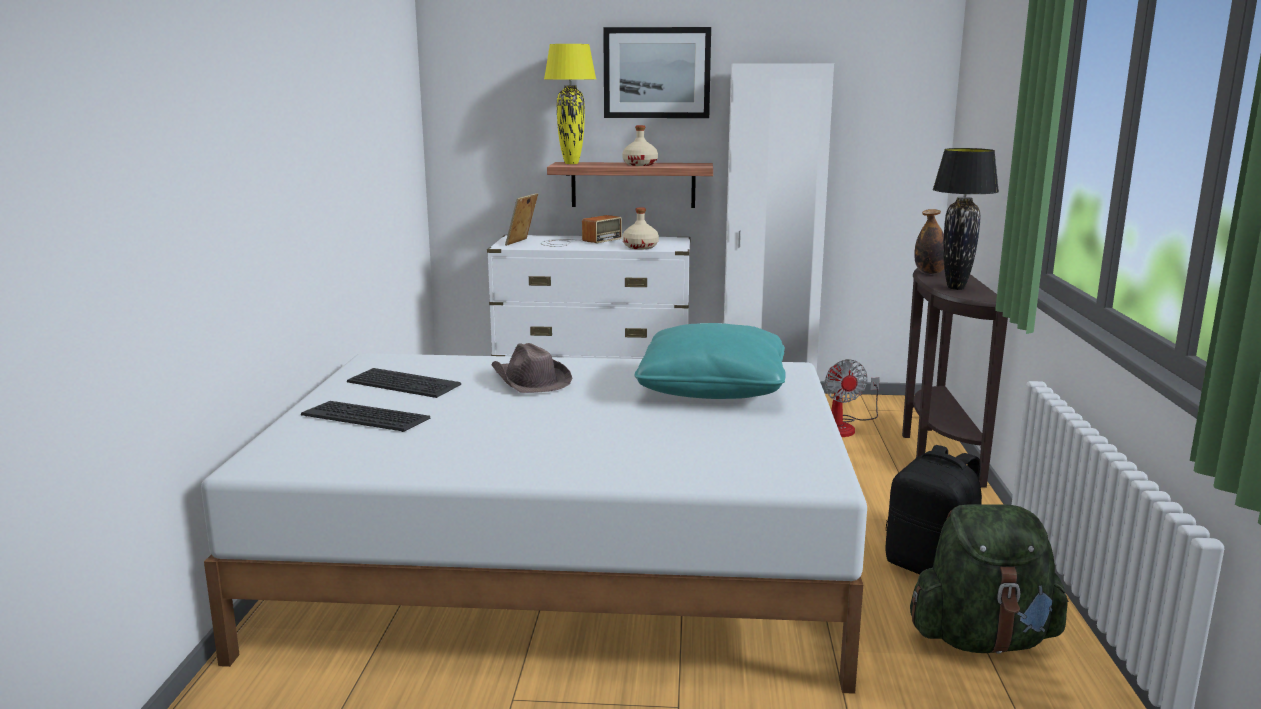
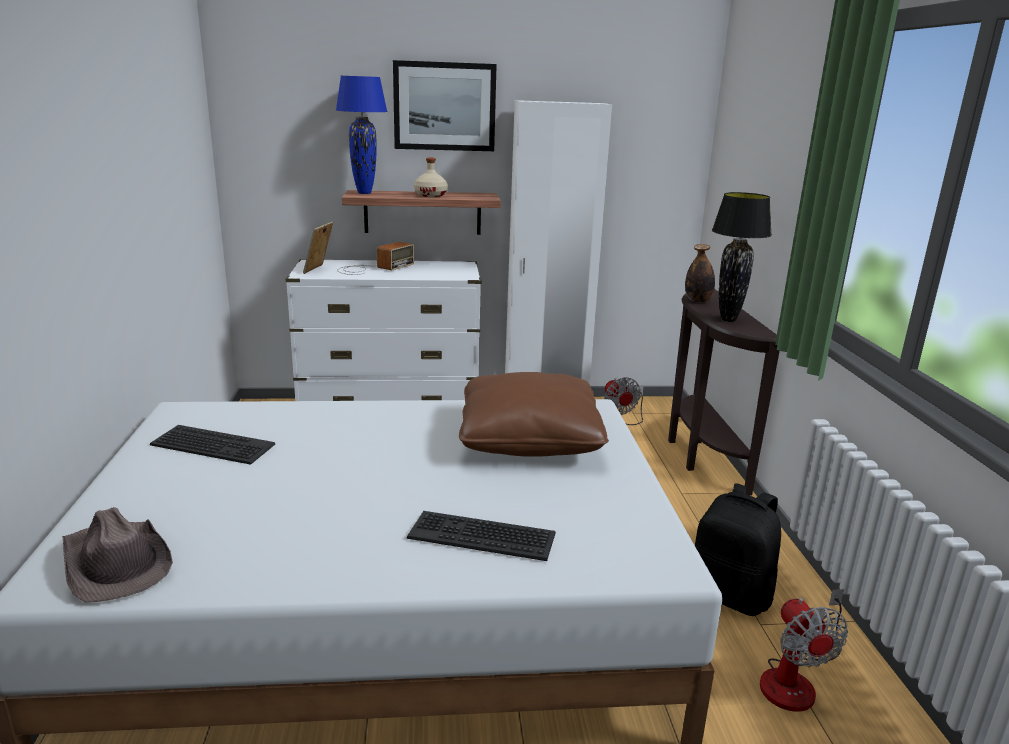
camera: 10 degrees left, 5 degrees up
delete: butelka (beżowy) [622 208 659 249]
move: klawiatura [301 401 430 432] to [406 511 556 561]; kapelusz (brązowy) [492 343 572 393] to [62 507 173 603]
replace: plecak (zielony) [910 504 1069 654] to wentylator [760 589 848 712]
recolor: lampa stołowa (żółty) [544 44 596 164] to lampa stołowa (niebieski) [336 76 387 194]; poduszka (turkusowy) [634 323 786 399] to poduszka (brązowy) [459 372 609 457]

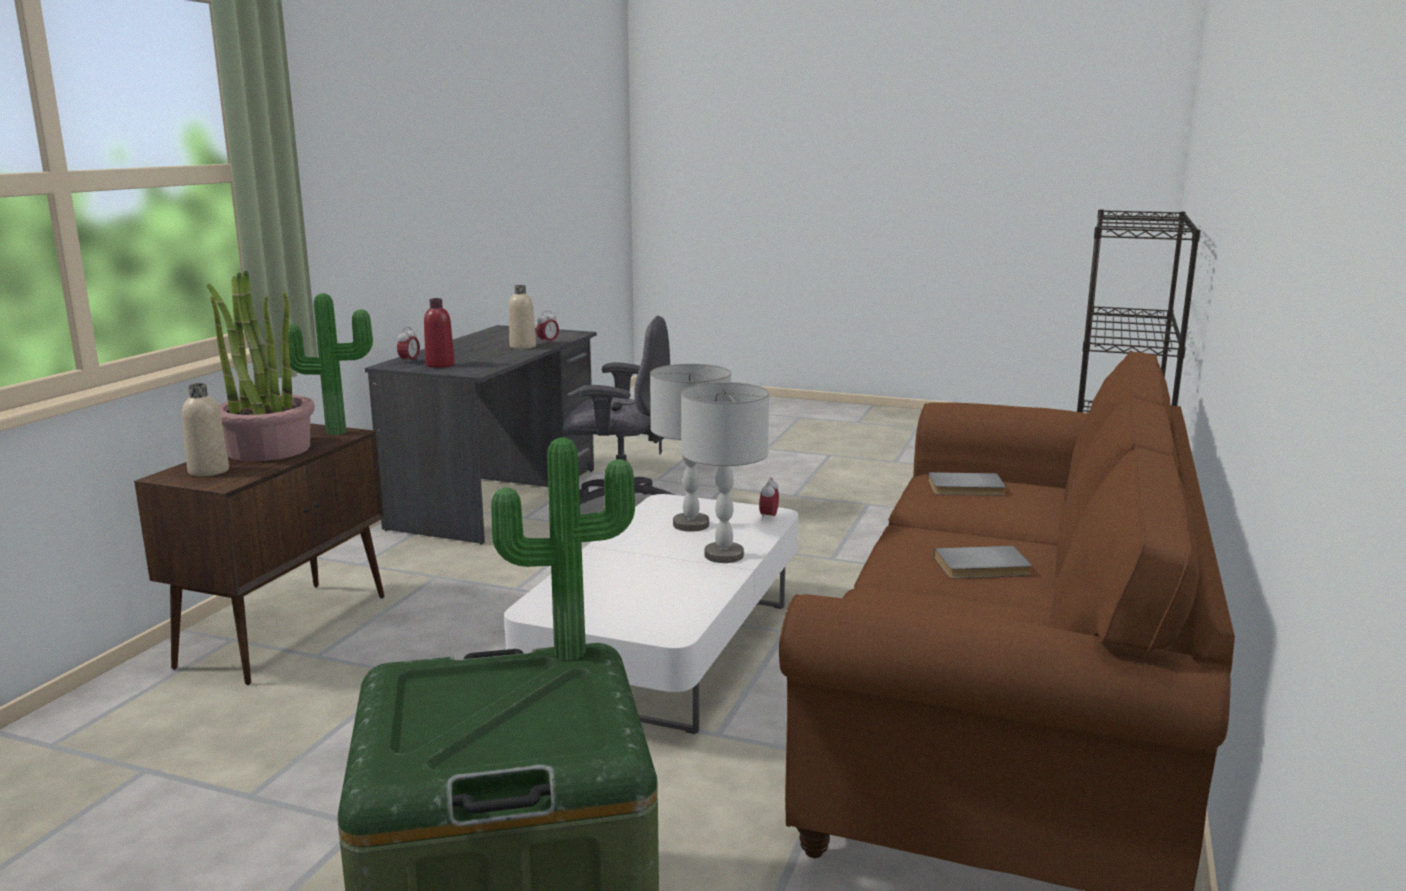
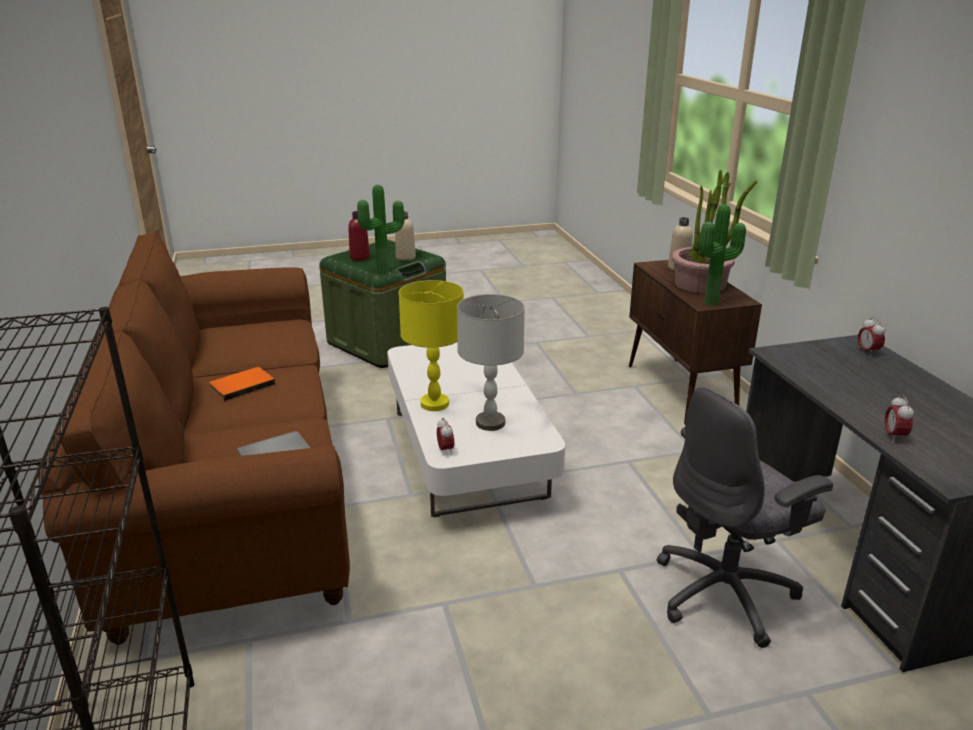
camera: 145 degrees right, 10 degrees up
move: butelka (czerwony) [424 298 455 368] to [348 211 370 261]; butelka (beżowy) [509 285 536 349] to [395 211 416 261]
recolor: lampa stołowa (szary) [681 382 769 563] to lampa stołowa (żółty) [399 280 464 411]; książka (szary) [934 546 1032 579] to książka (pomarańczowy) [209 367 275 401]

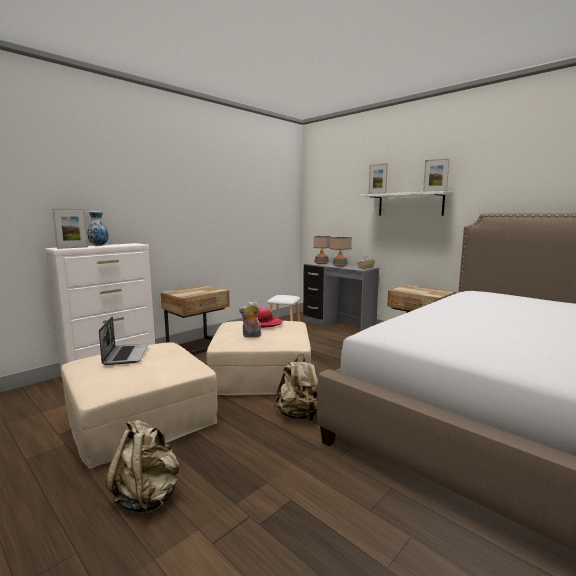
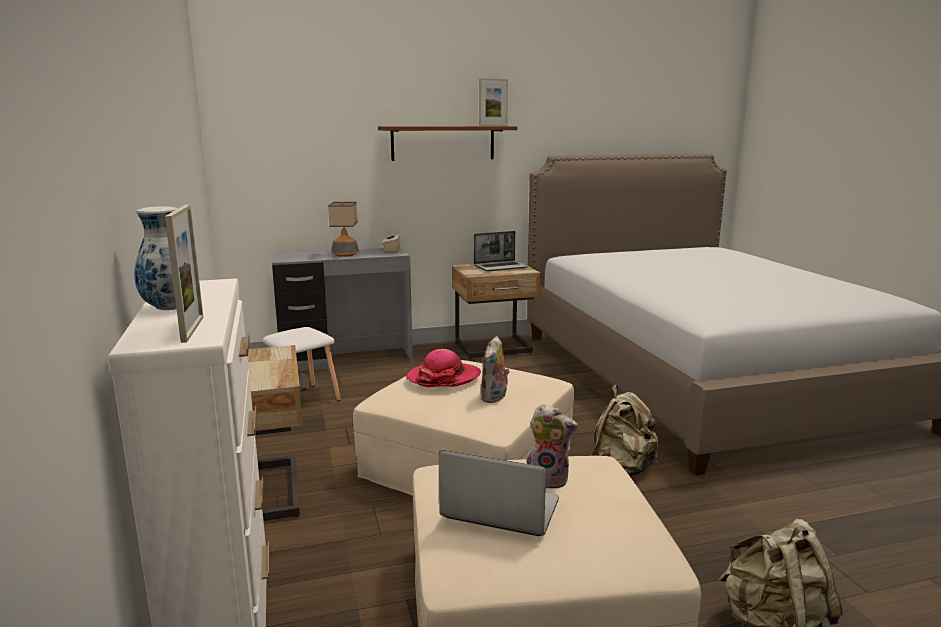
camera: 60 degrees left, 5 degrees up
delete: lampa stołowa [314 236 330 264]; ramka na zdjęcie [369 163 388 194]
insert: laptop [474 231 529 272]; pluszak [527 404 578 489]
recolor: półka (biały) [361 191 454 216] to półka (brązowy) [378 126 517 161]

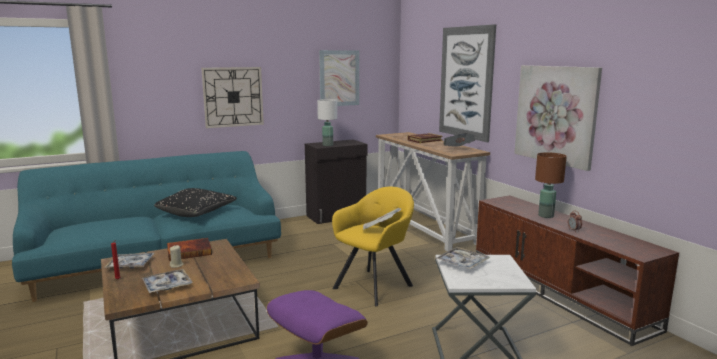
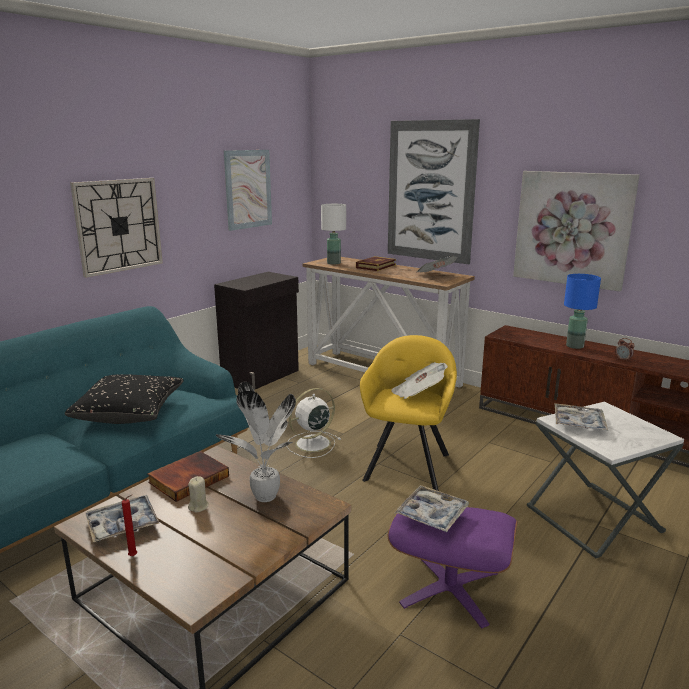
camera: 25 degrees left, 5 degrees up
insert: roślina doniczkowa [216 382 296 502]; wentylator (biały) [287 388 341 458]
move: taca [142 269 193 293] to [394 485 469 532]; lampa stołowa (biały) [317 99 337 146] to [321 204 346 265]
recolor: lampa stołowa (brązowy) [535 152 567 218] to lampa stołowa (niebieski) [564 274 601 349]

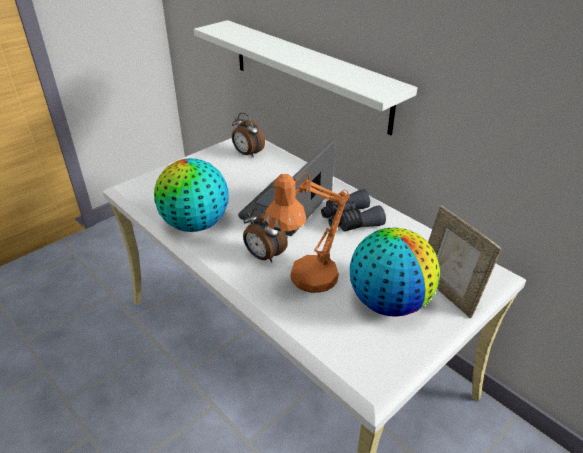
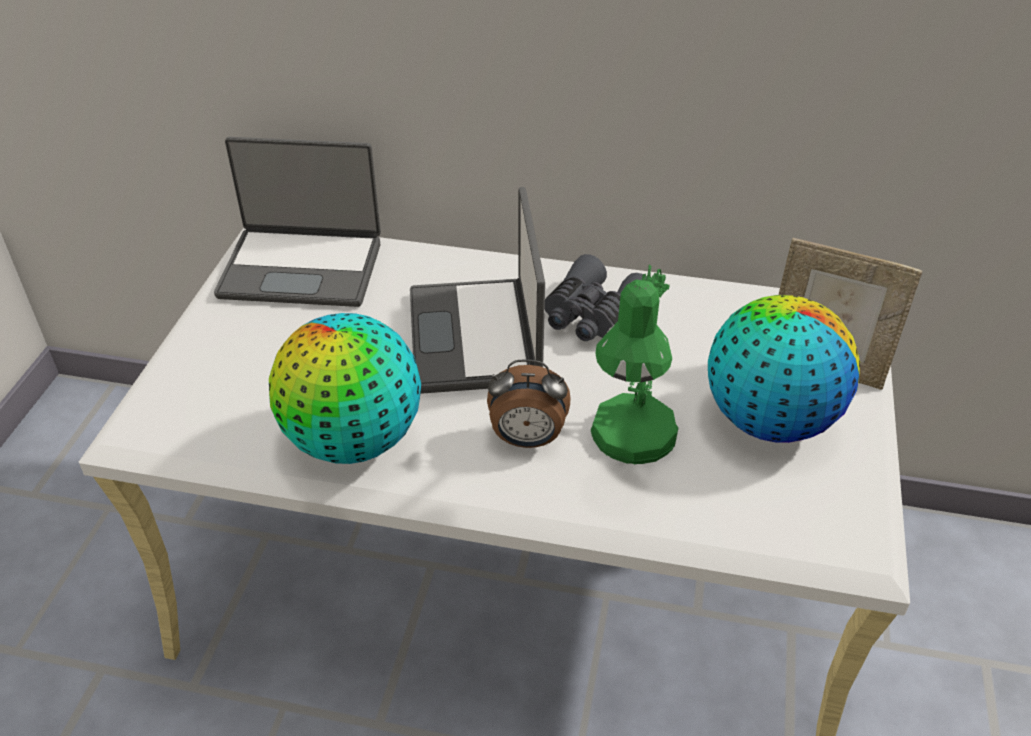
camera: 35 degrees left, 5 degrees up
delete: półka (biały) [194 20 417 135]
replace: budzik [232 113 265 157] to laptop [214 137 381 307]
recolor: lampa stołowa (pomarańczowy) [264 172 350 293] to lampa stołowa (zielony) [591 265 678 464]

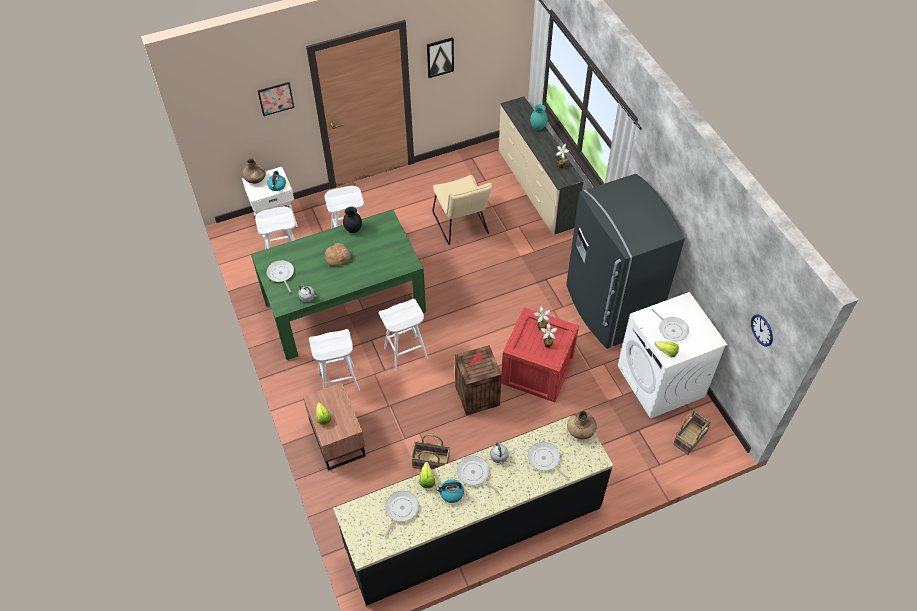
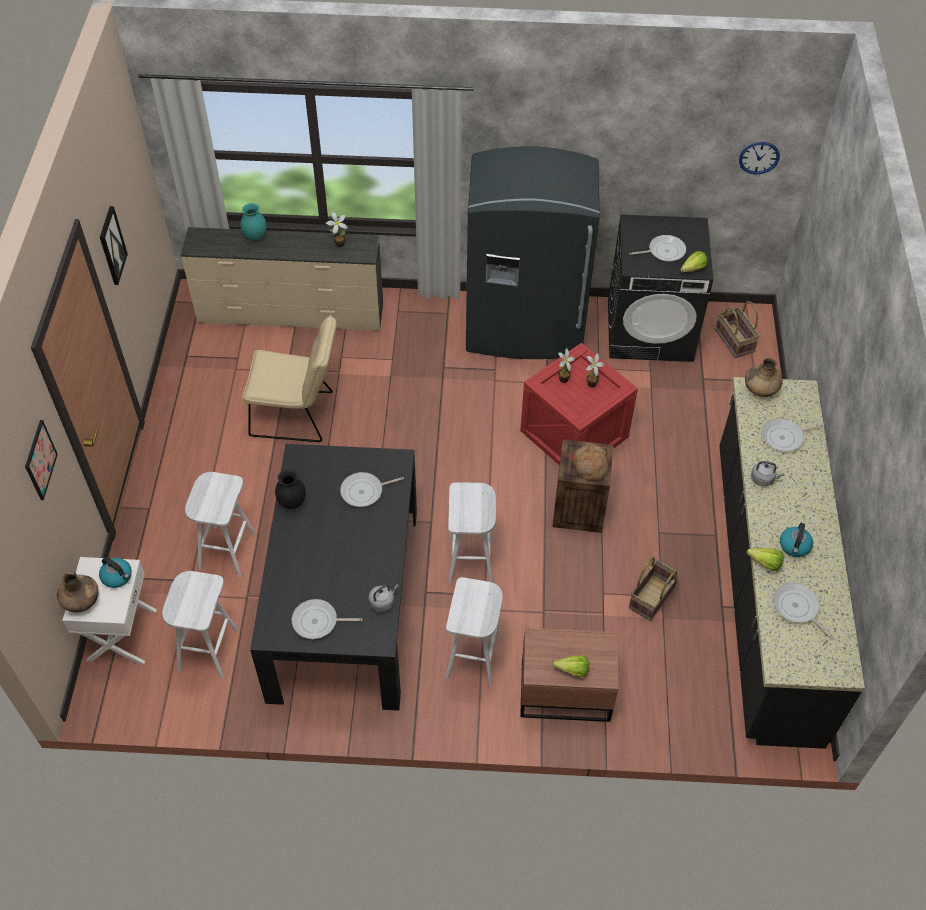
camera: 65 degrees left, 0 degrees up
move: chleb [325 243 351 266] to [573 445 608 481]; patelnia [457 456 499 493] to [340 472 404 507]
recolor: stół jadalny (zielony) [251 209 426 360] to stół jadalny (czarny) [250 444 417 711]; pralka (biały) [618 292 728 419] to pralka (czarny) [608 214 713 362]

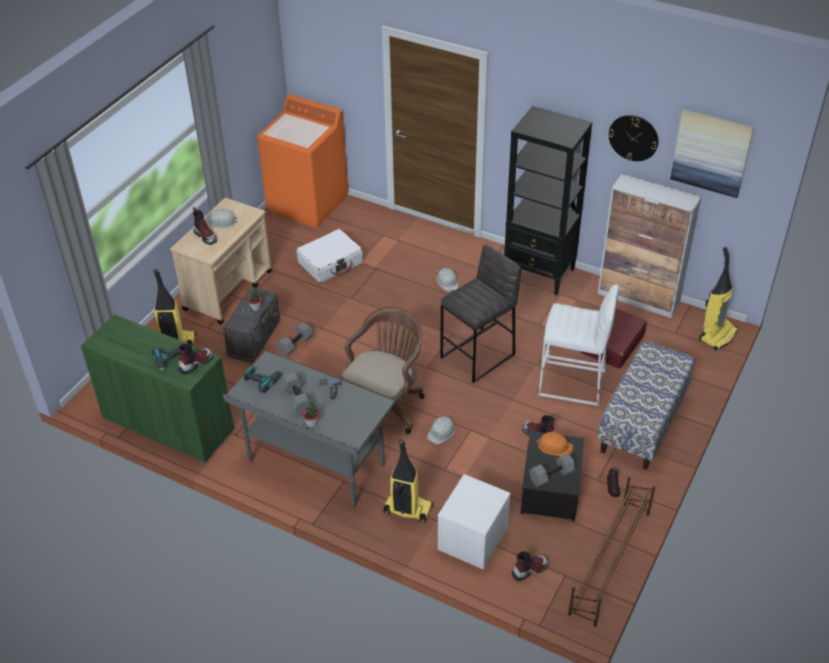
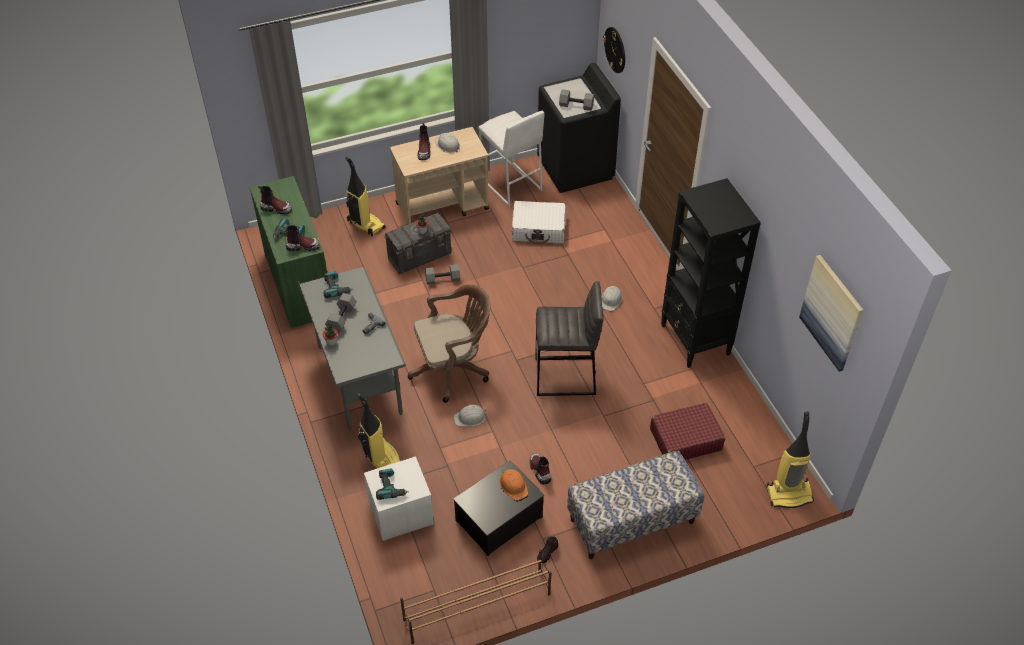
camera: 40 degrees right, 5 degrees up
delete: szafka [598 174 701 318]
insert: wiertarka [376 469 409 500]
move: but z cholewką [512 551 549 581] to [258 185 292 214]; hantel (szary) [529 453 576 487] to [559 89 594 111]; stołek (biały) [539 284 619 406] to [478 111 545 206]; zegar ścienny [608 115 658 161] to [603 27 625 73]
recolor: pralka (pomarańczowy) [257 95 349 228] to pralka (czarny) [537 63 621 193]

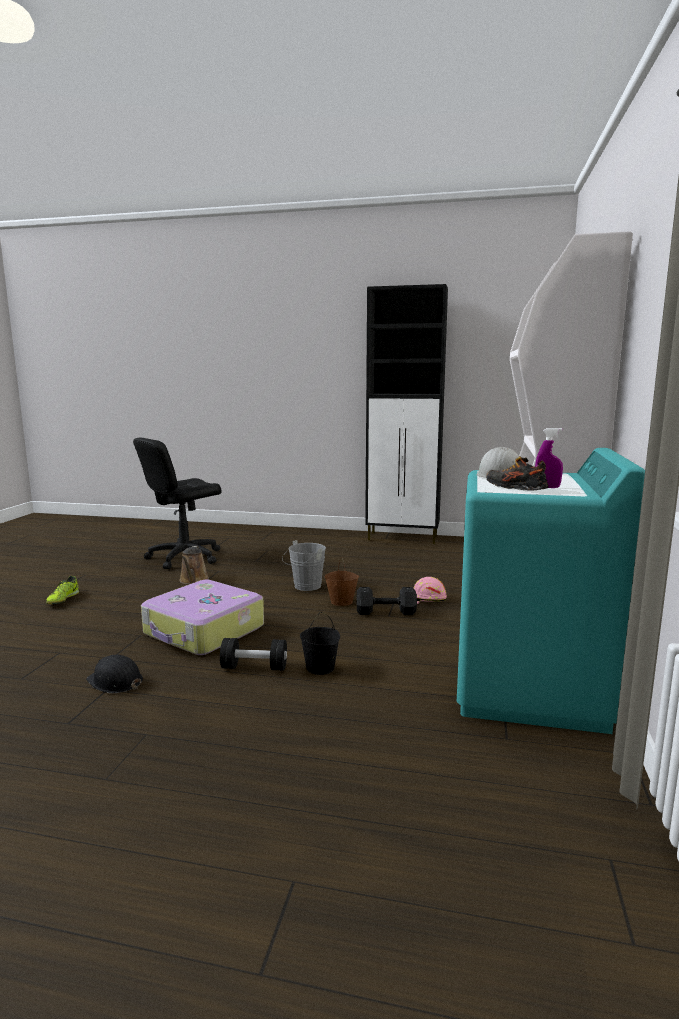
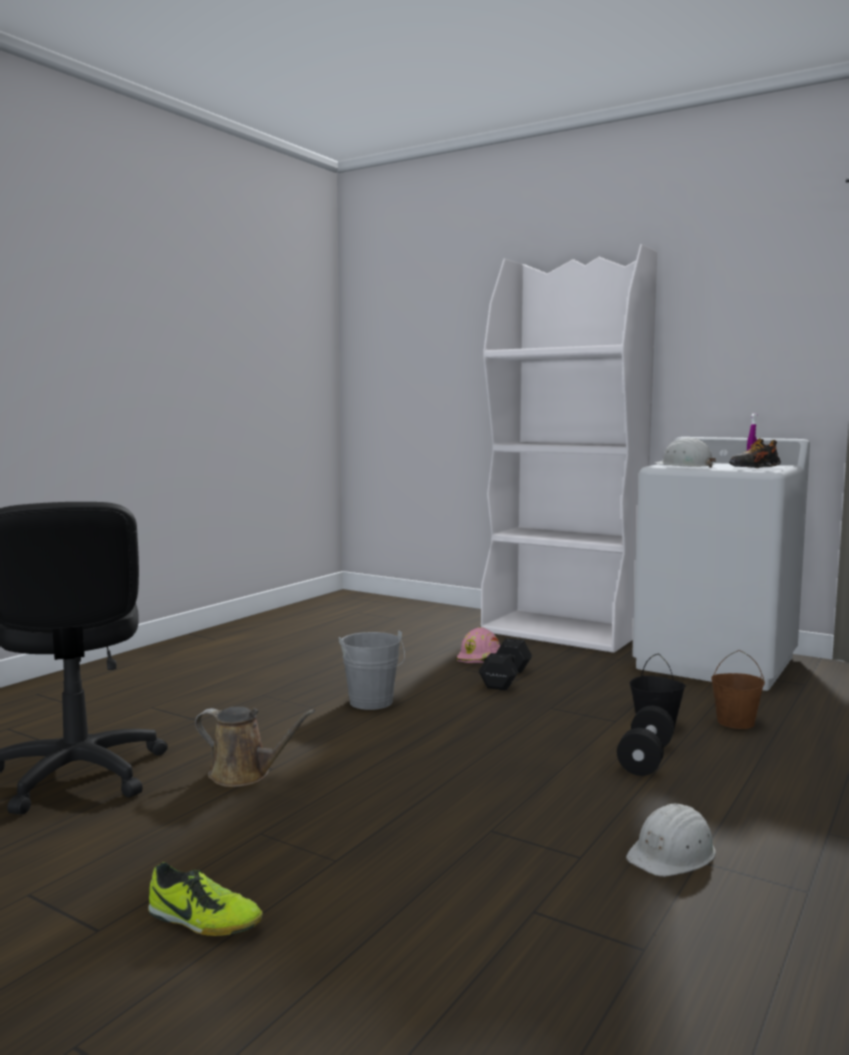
camera: 70 degrees left, 5 degrees down
delete: walizka [141 580 264 655]; szafka (czarny) [365 284 448 544]
move: wiadro (brązowy) [325 559 359 606] to [711 650 765 729]
recolor: kask (czarny) [86 655 143 693] to kask (biały) [626 803 716 877]; pralka (turkusowy) [457 448 645 734] to pralka (biały) [632 437 810 691]

